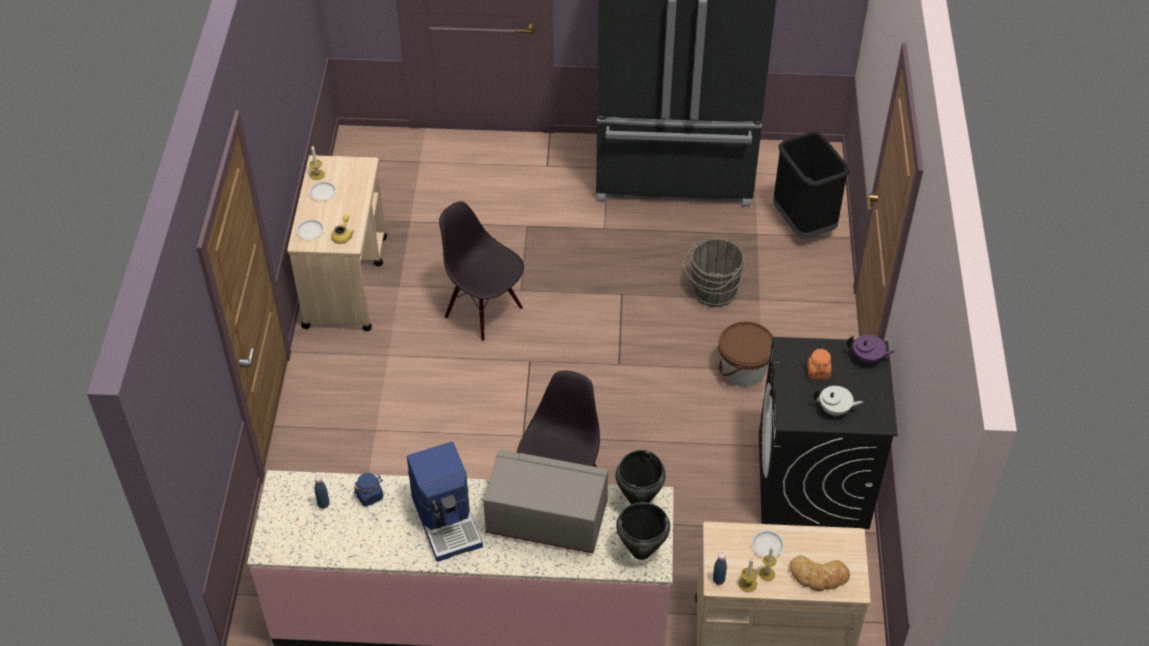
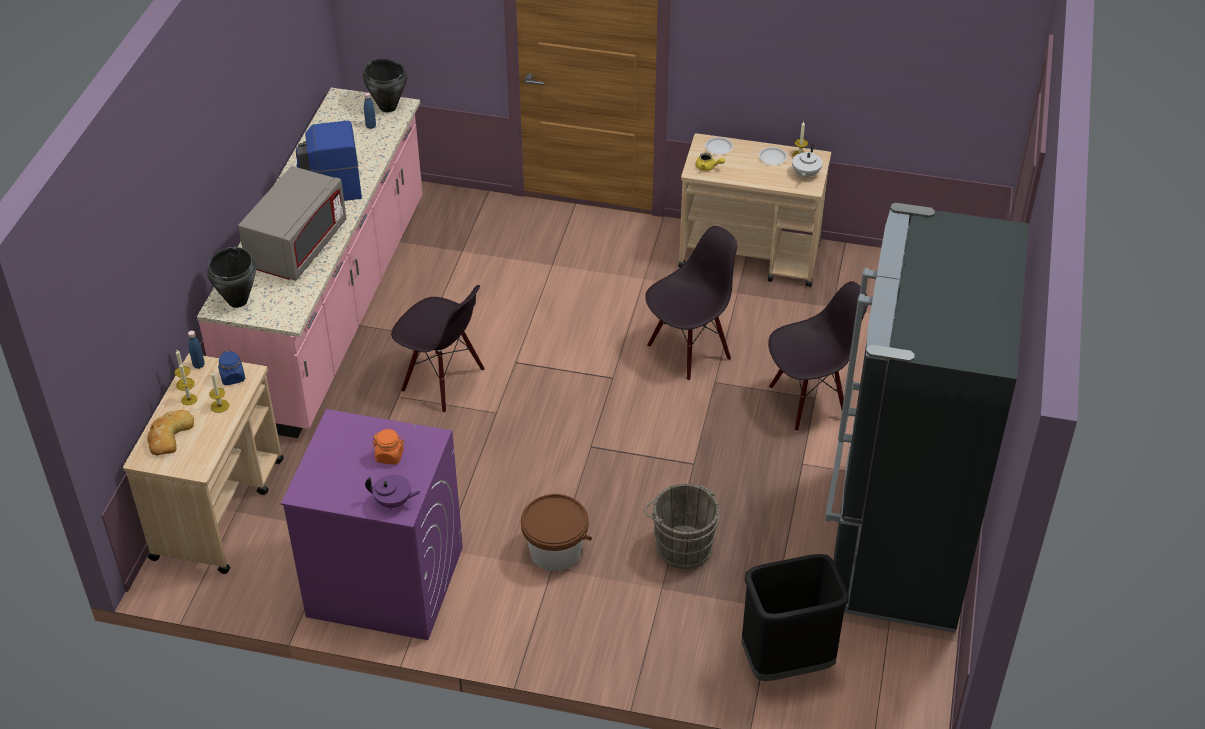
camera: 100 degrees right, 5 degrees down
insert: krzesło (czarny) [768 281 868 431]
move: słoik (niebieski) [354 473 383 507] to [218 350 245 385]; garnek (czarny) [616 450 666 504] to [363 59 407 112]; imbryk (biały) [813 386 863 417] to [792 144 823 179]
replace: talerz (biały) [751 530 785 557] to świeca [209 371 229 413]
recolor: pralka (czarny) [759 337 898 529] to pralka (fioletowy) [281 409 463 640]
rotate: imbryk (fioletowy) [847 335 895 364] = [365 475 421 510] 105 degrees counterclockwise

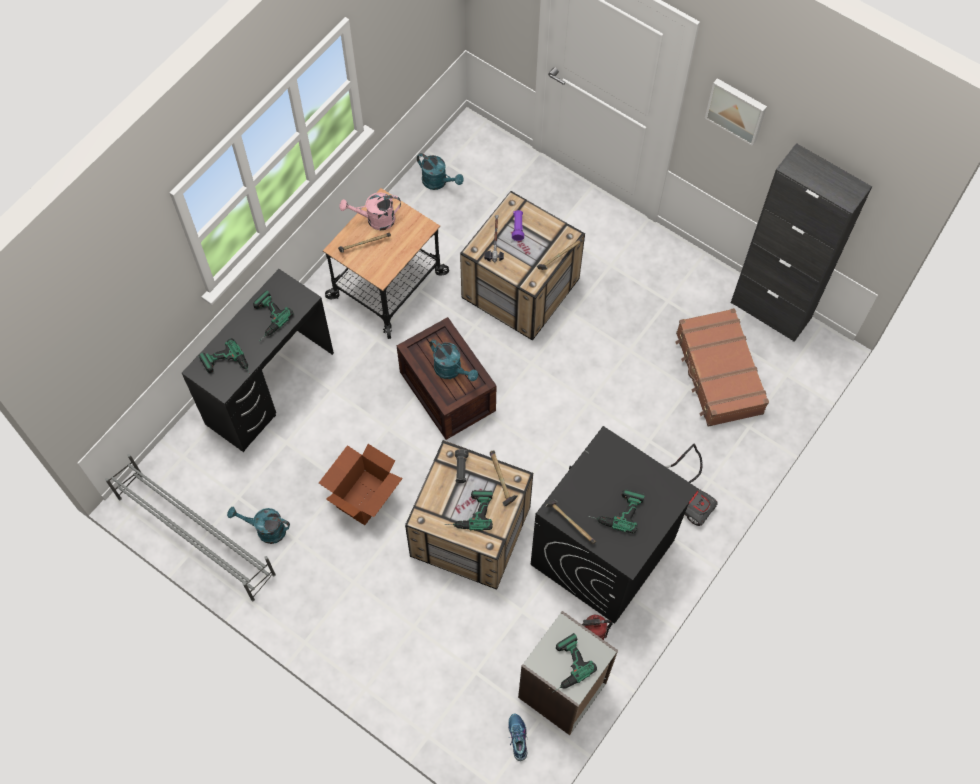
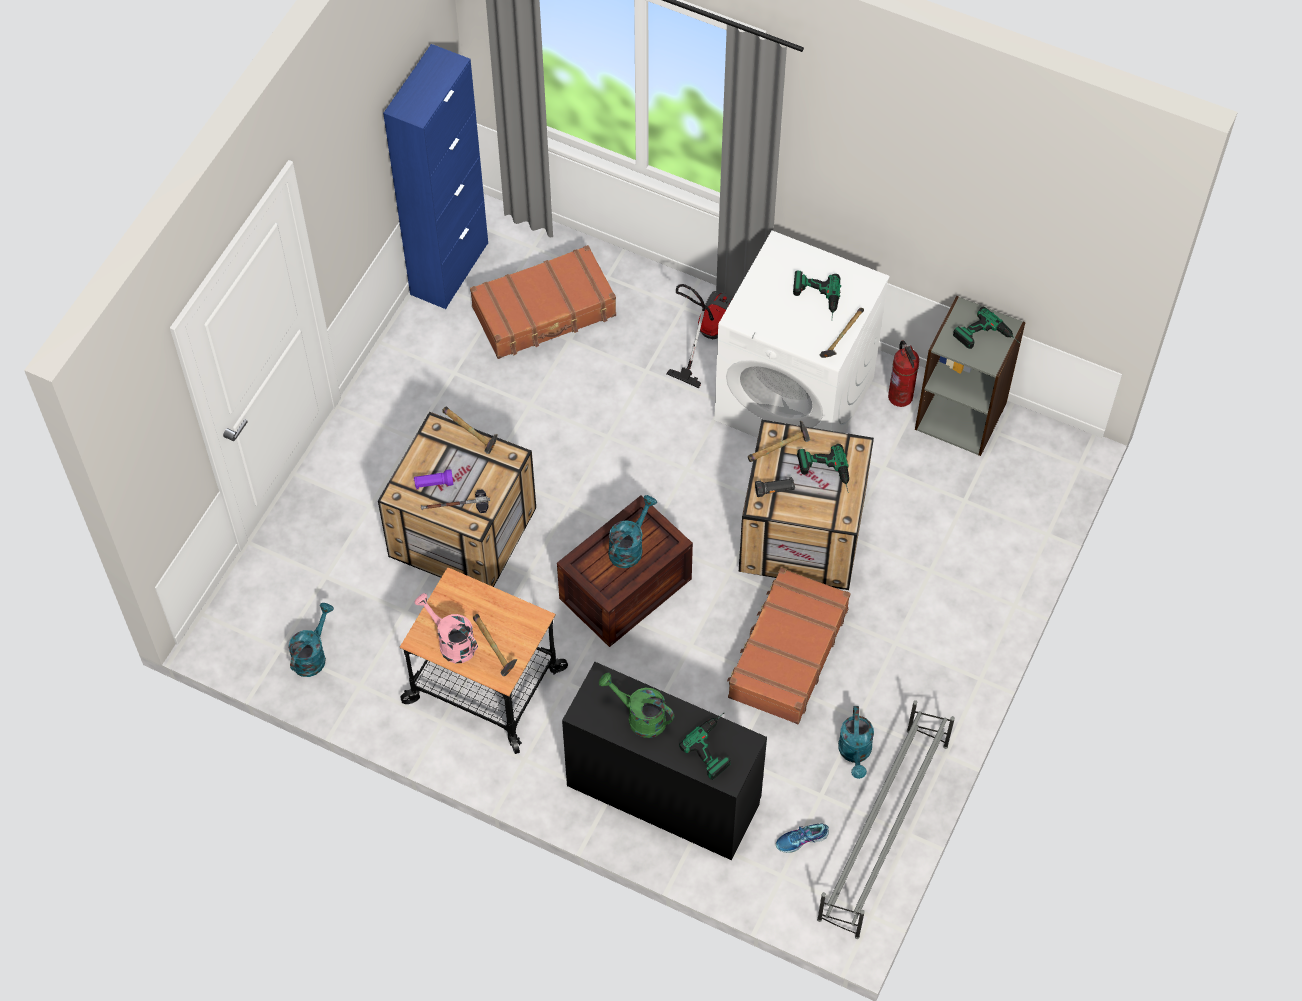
camera: 100 degrees left, 5 degrees down
delete: obraz [705 78 767 146]
move: but [508 713 527 761] to [776 824 829 853]
replace: wiertarka [253 290 293 339] to konewka (zielony) [599 673 674 738]; karton [319 444 403 525] to walizka (brązowy) [727 567 851 724]
recolor: pralka (czarny) [531 426 698 624] to pralka (biały) [714 231 890 438]; szafka (czarny) [731 143 872 342] to szafka (niebieski) [383 44 488 309]
rotate: konewka (różowy) [339 192 401 230] = [415 593 478 663] 150 degrees clockwise

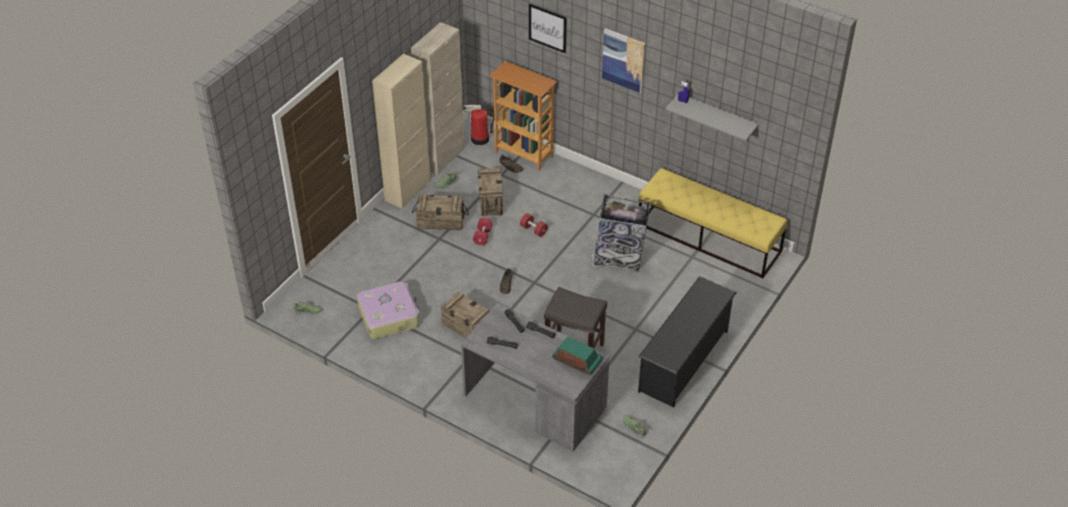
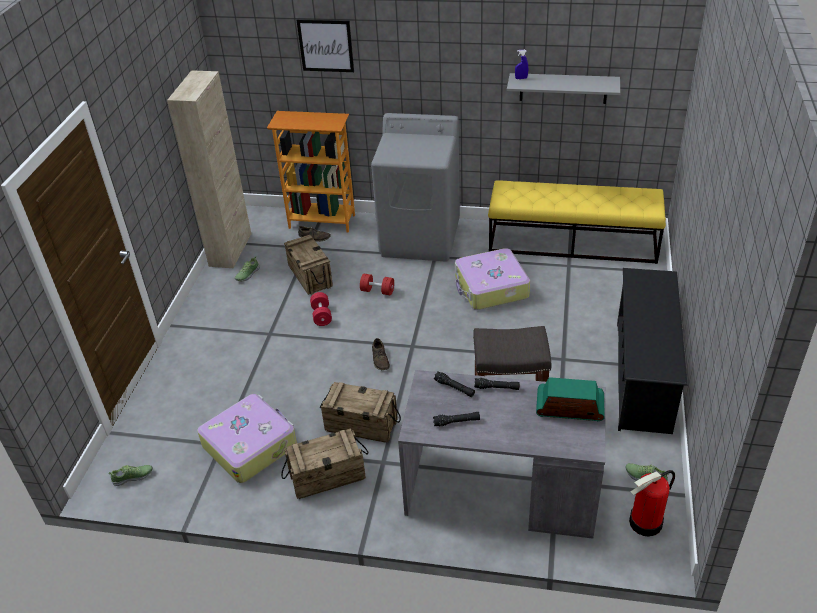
camera: 20 degrees left, 5 degrees down
delete: szafka (beżowy) [372 54 431 209]; obraz [602 28 645 93]
insert: pralka (szary) [371 113 460 262]
move: skrzynka [412 194 469 230] to [281 428 369 499]; gaśnica [463 104 494 145] to [629 470 675 537]
replace: kosz na śmieci [592 194 651 272] to walizka [455 248 530 310]

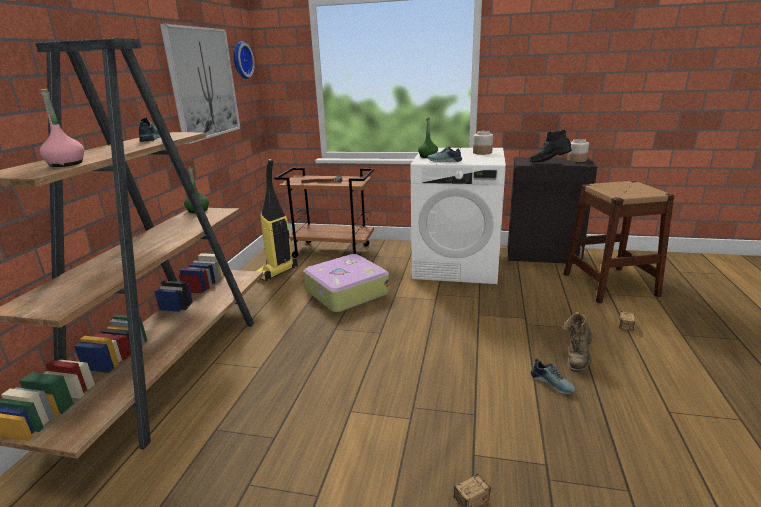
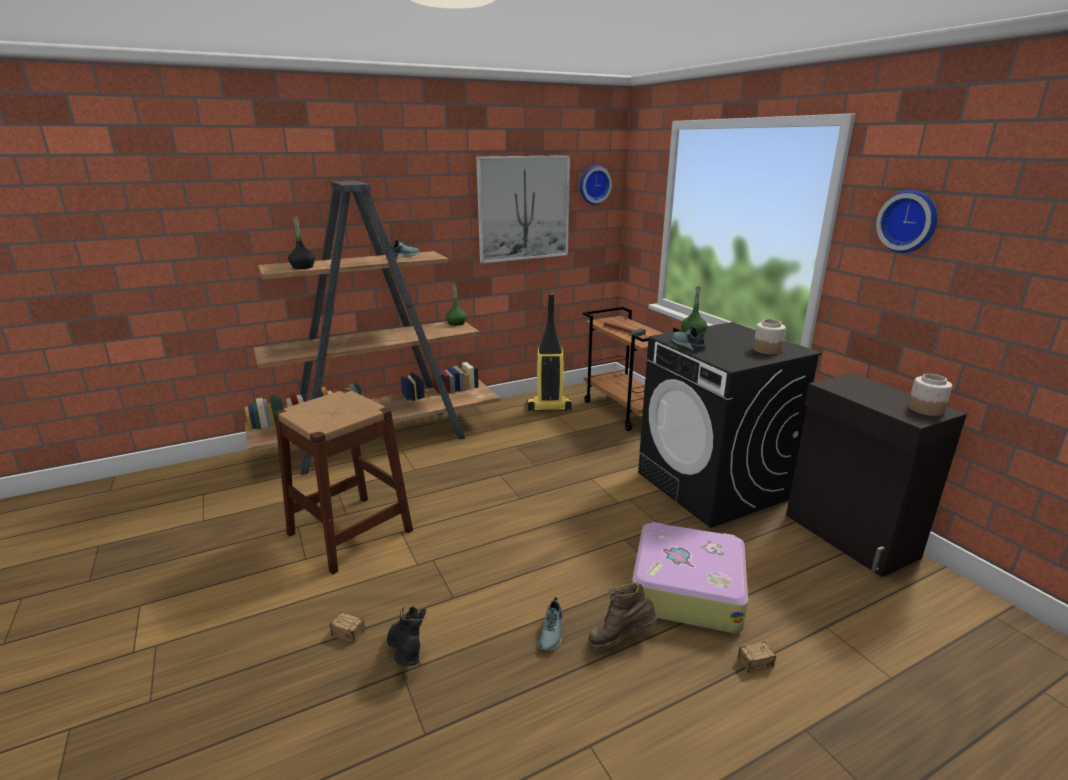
camera: 50 degrees right, 0 degrees up
insert: zegar ścienny [876 190 938 253]
move: walizka [303 254 390 312] to [632 522 748 633]; but z cholewką (czarny) [529 130 572 163] to [387 606 427 666]; stołek (brązowy) [564 181 675 303] to [274 389 413 574]
recolor: butelka (różowy) [40 89 84 167] to butelka (czarny) [288 217 315 269]; pralka (biały) [410 148 506 284] to pralka (czarny) [638 322 822 528]

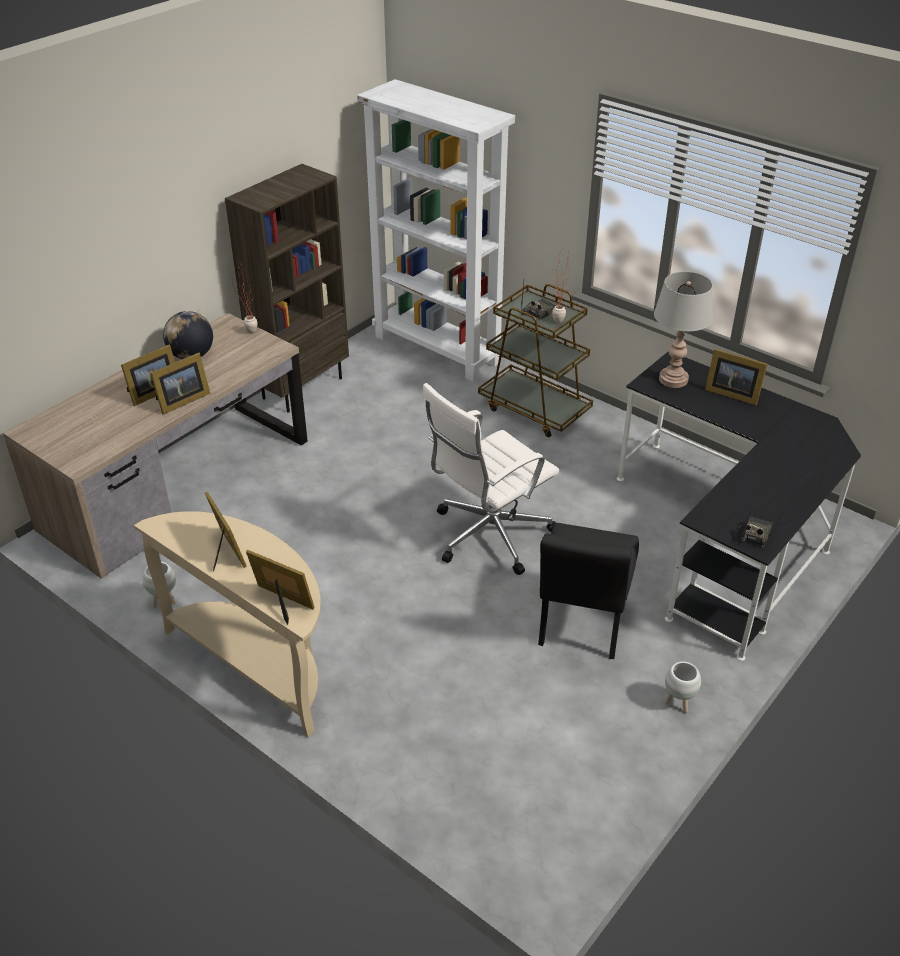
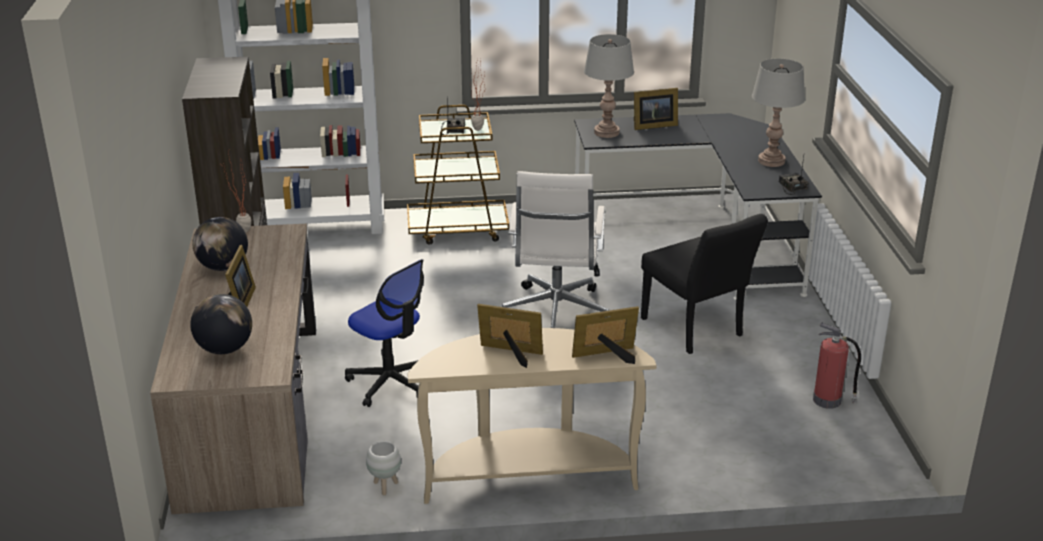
camera: 45 degrees left, 10 degrees down
delete: ramka na zdjęcie [150 353 210 415]; donica (biały) [664 662 701 713]
insert: globus [190 294 252 354]; krzesło biurowe [345 259 424 407]; lampa stołowa (szary) [752 58 805 167]; gaśnica [813 322 861 409]

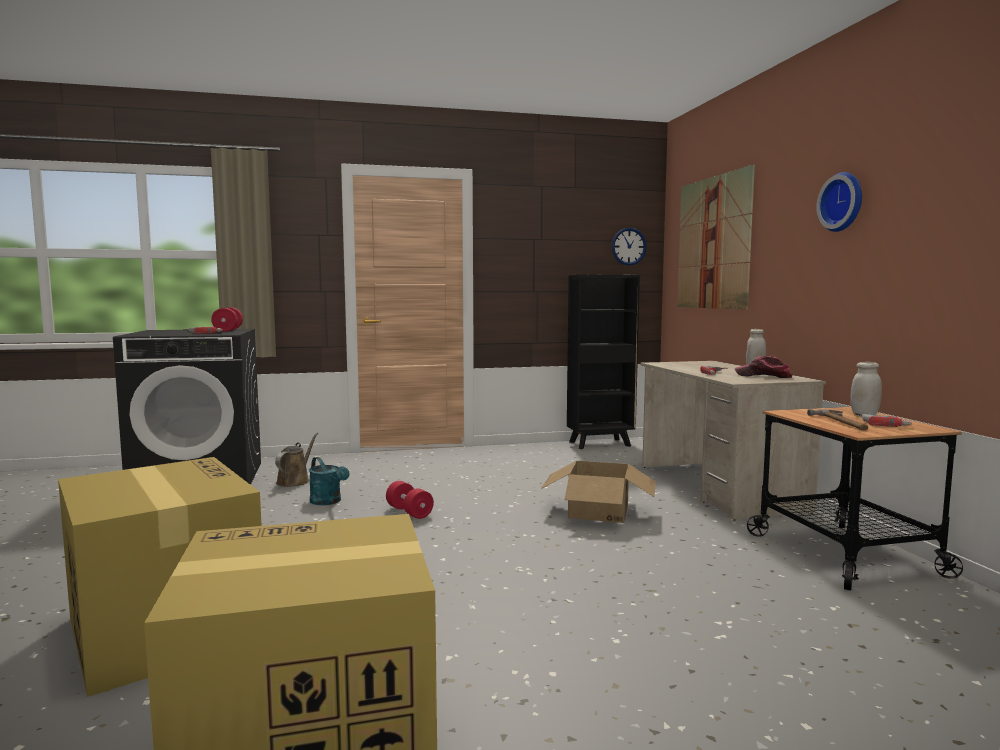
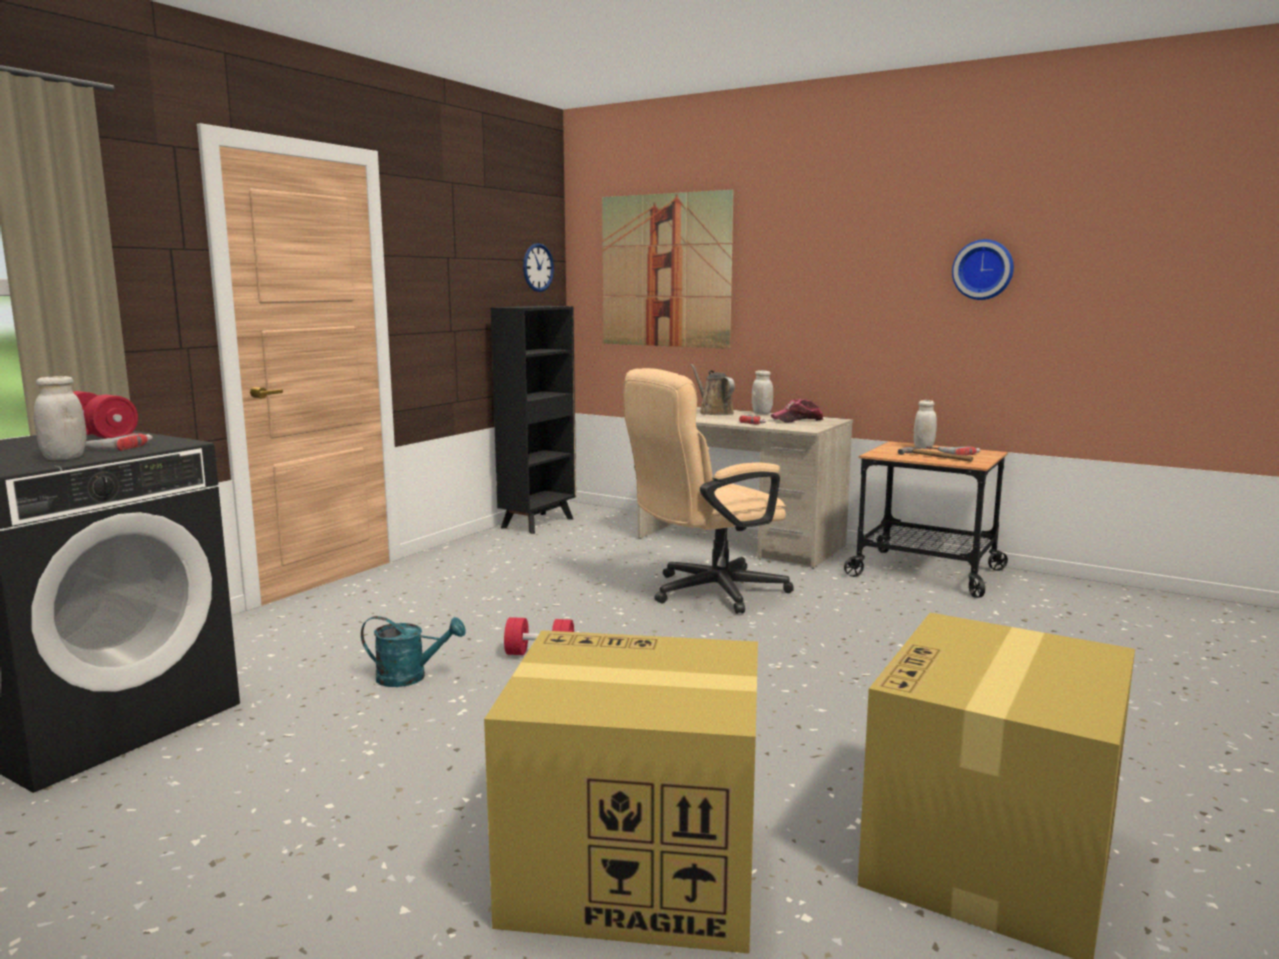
camera: 45 degrees left, 5 degrees up
insert: słoik (biały) [34 376 87 460]
move: konewka (brązowy) [275 433 318 487] to [691 364 735 415]; zegar ścienny [816 172 862 232] to [952 239 1014 300]
replace: karton [541 461 656 523] to krzesło biurowe (beżowy) [623 368 794 614]

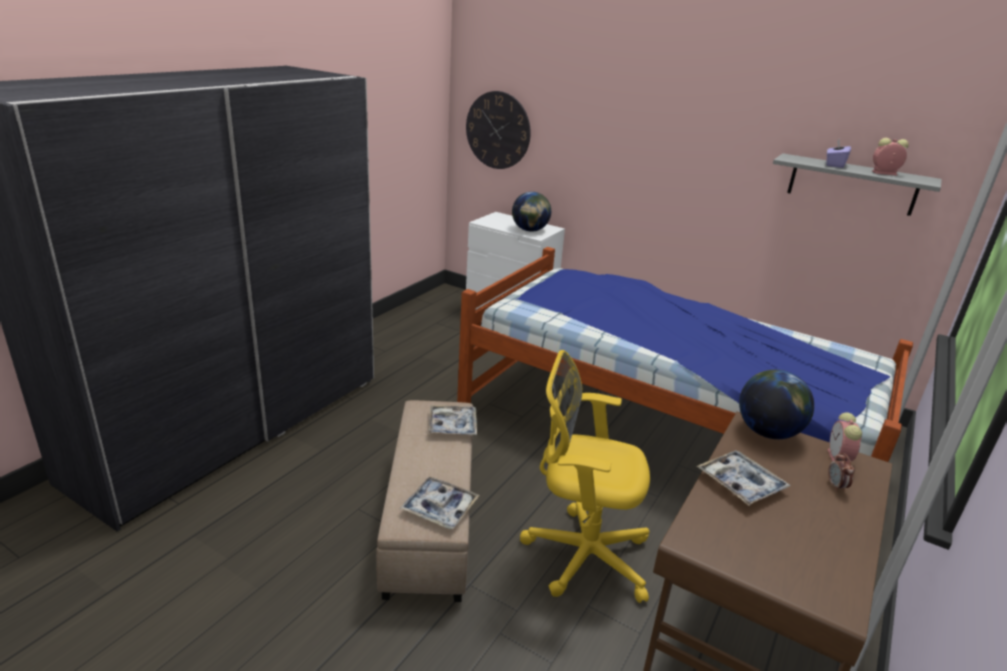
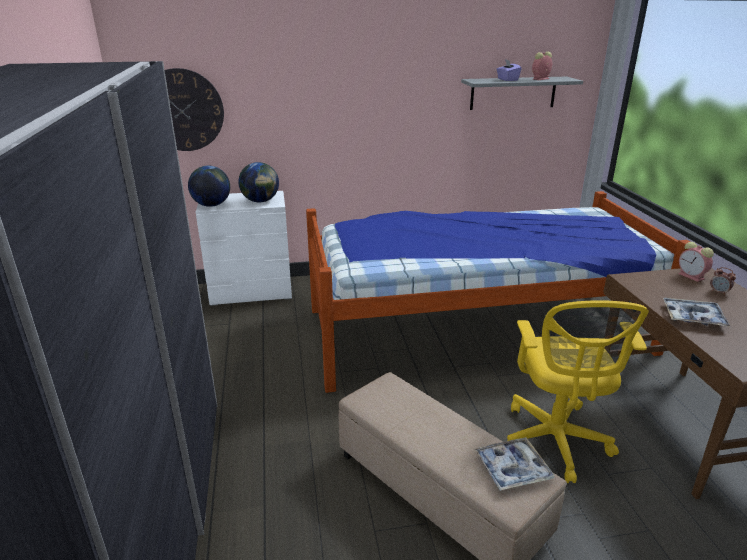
camera: 40 degrees left, 0 degrees up
delete: taca [428 405 477 435]
move: globus [739 370 814 439] to [188 166 230 207]
rotate: krzesło biurowe (żółty) [520 350 650 603] = [507 300 649 483] 60 degrees counterclockwise

